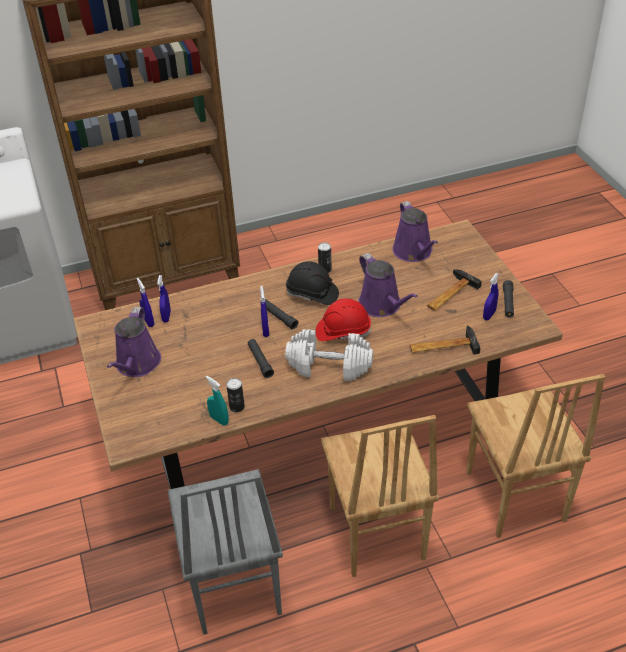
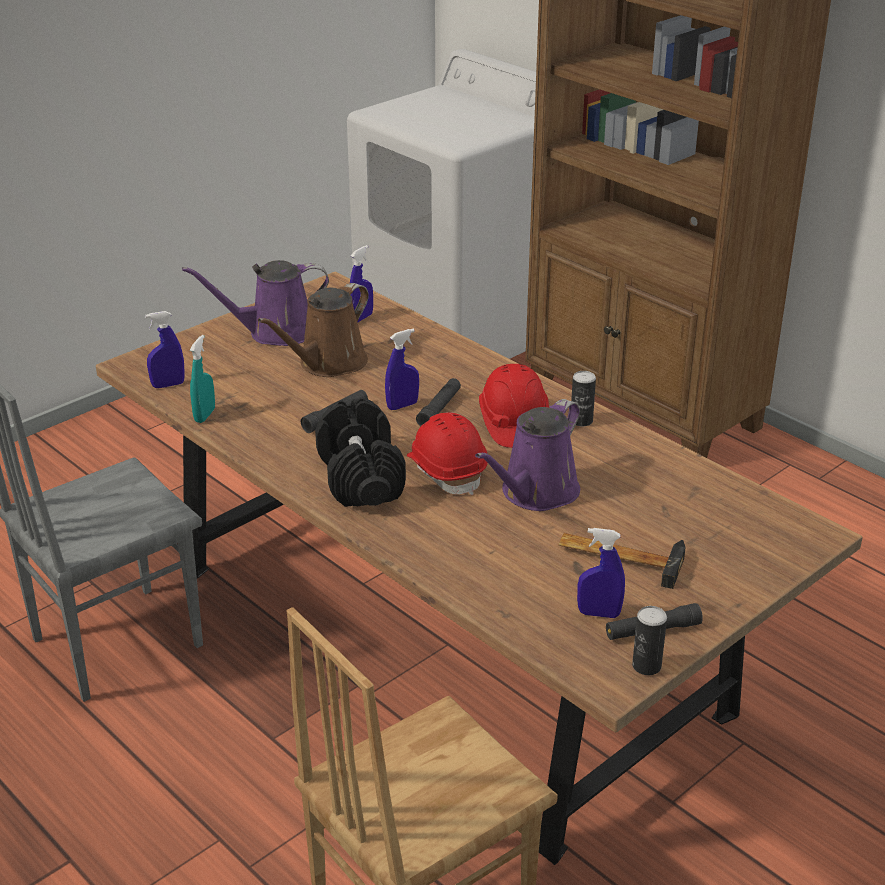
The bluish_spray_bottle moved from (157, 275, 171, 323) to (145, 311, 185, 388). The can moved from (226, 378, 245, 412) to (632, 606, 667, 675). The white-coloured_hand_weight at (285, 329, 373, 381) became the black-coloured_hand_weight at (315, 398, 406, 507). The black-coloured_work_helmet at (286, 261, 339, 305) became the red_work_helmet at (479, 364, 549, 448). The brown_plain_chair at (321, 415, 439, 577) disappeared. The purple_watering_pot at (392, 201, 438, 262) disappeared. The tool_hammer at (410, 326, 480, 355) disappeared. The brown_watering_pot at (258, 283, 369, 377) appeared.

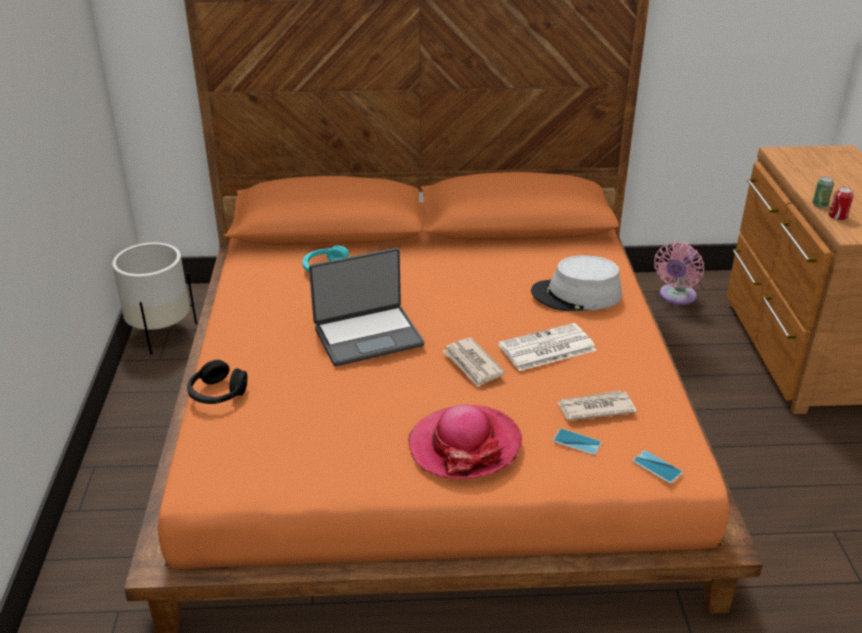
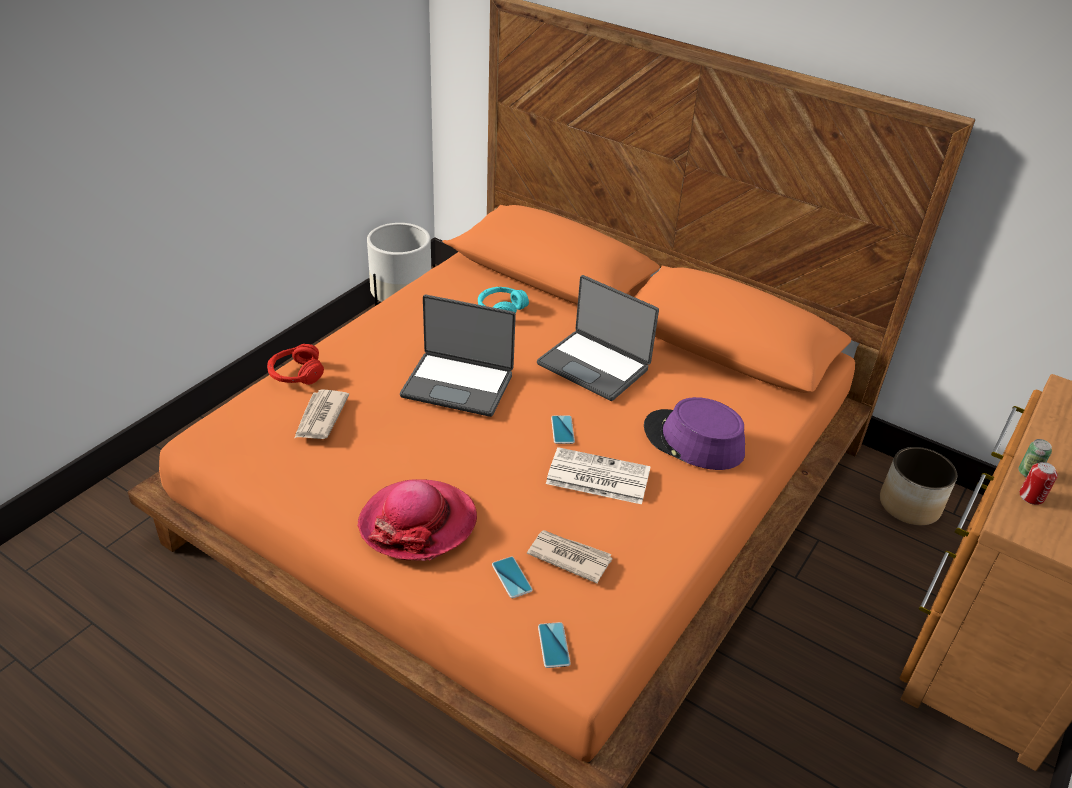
The black-coloured_headset at (187, 360, 247, 404) became the red_headset at (267, 344, 324, 385). The printed_paper moved from (443, 338, 505, 387) to (294, 389, 349, 439). The gray_wearable_hat at (531, 255, 622, 311) became the purple_wearable_hat at (644, 397, 745, 470). The pink-coloured_cooling_fan at (654, 242, 704, 305) was replaced by the flower_pot at (880, 447, 957, 525). The laptop at (537, 275, 659, 401) appeared. The handset at (551, 416, 575, 444) appeared.

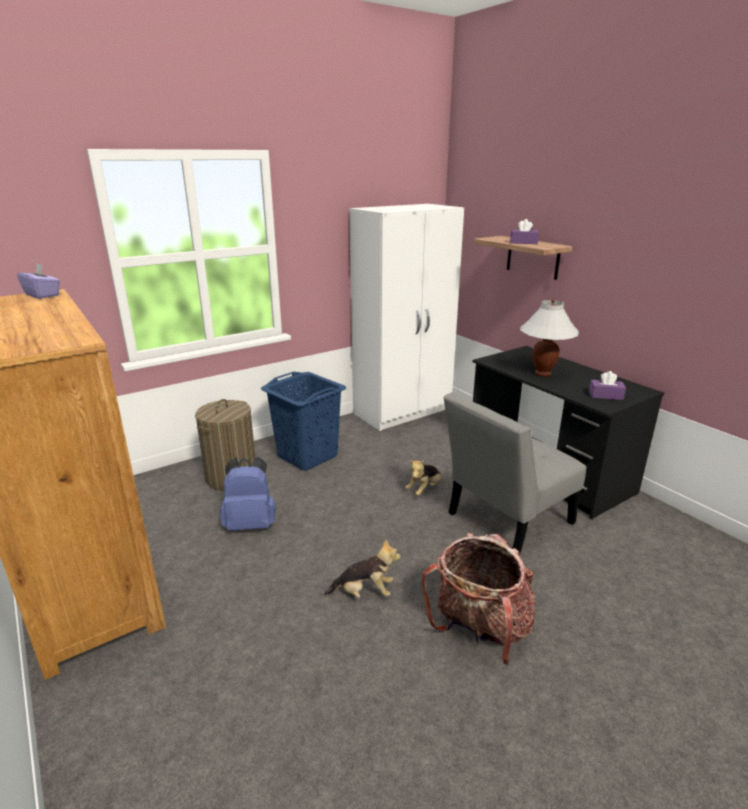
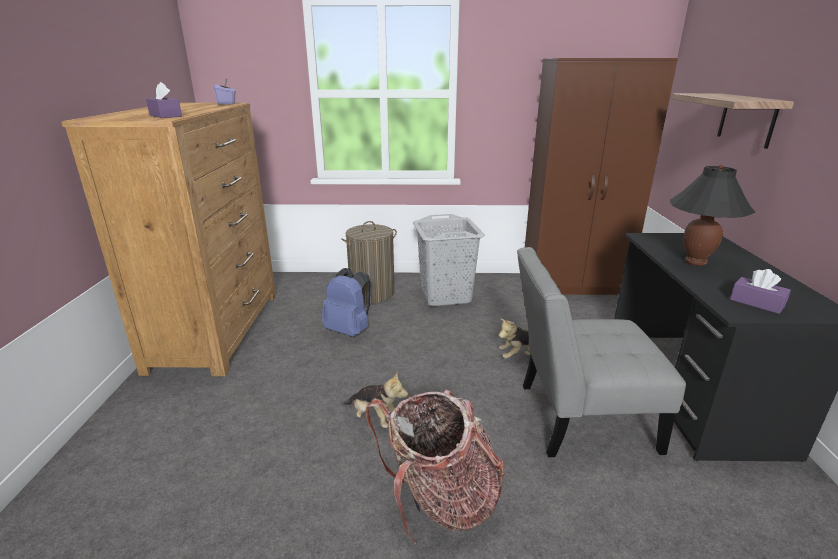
The bluish_washing_basket at (261, 372, 347, 471) became the gray_washing_basket at (413, 214, 485, 306). The white-coloured_clothes_cupboard at (349, 204, 464, 431) became the brown_clothes_cupboard at (525, 58, 678, 295). The purple_tissue_box moved from (510, 219, 539, 244) to (146, 82, 182, 118). The white-coloured_table_lamp at (520, 300, 579, 377) became the black-coloured_table_lamp at (670, 165, 756, 266).

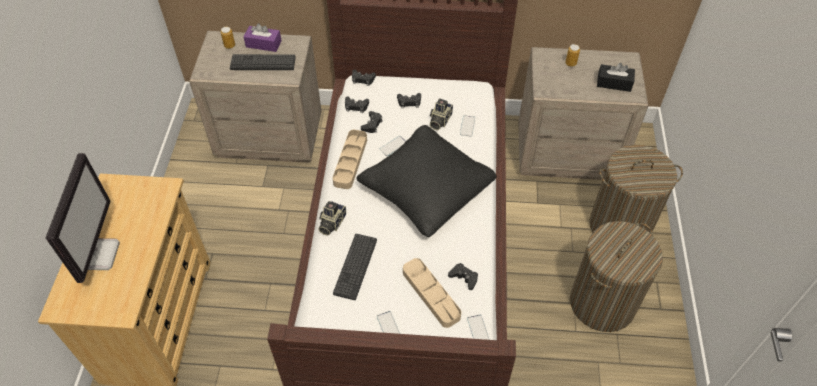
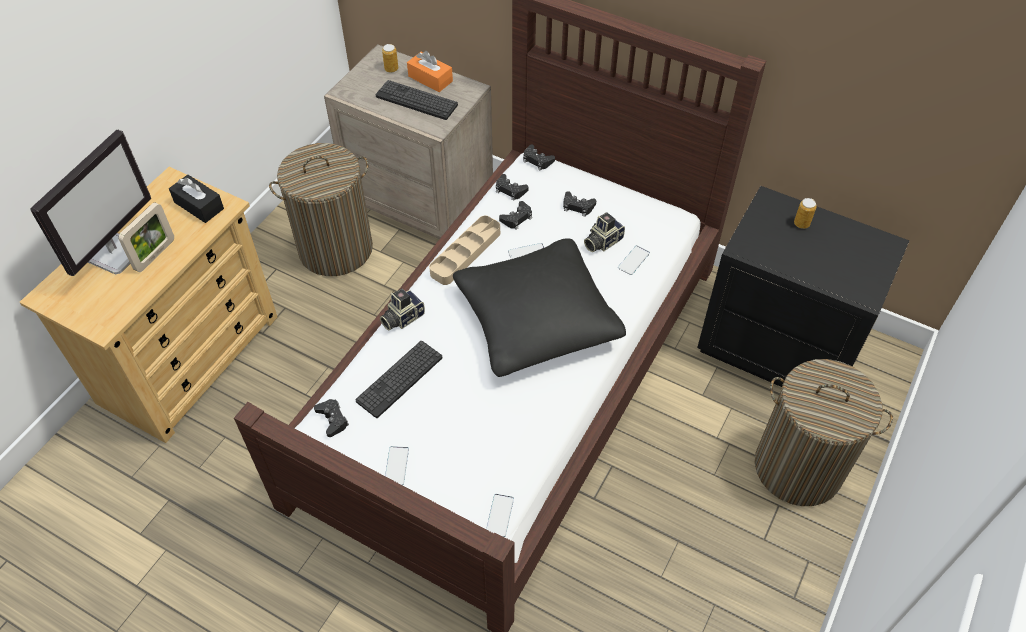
The purple_tissue_box at (244, 23, 281, 52) became the orange_tissue_box at (407, 51, 453, 92). The beige-coloured_carrying_tray at (403, 258, 461, 328) disappeared. The black-coloured_game_controller moved from (448, 263, 478, 290) to (314, 399, 349, 437). The beige-coloured_bedside_table at (518, 47, 648, 180) became the black-coloured_bedside_table at (697, 186, 909, 387). The washing_basket moved from (570, 221, 663, 332) to (269, 143, 373, 276). The black-coloured_tissue_box moved from (597, 63, 635, 92) to (169, 175, 224, 223). The photo_frame at (118, 202, 174, 272) appeared.

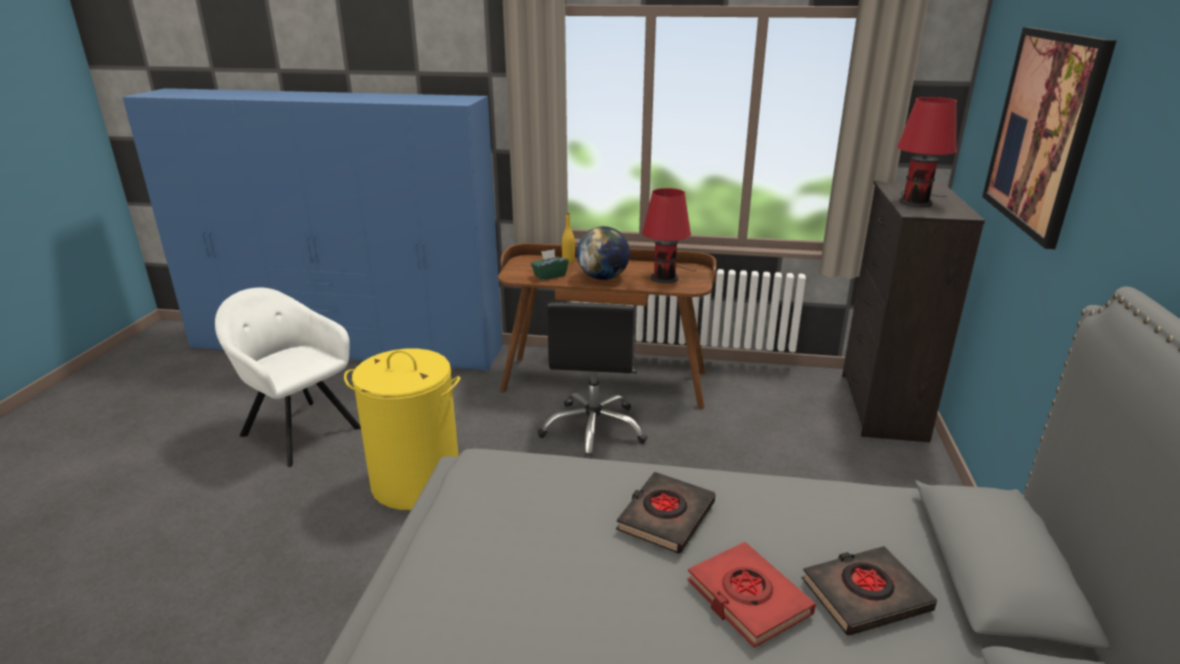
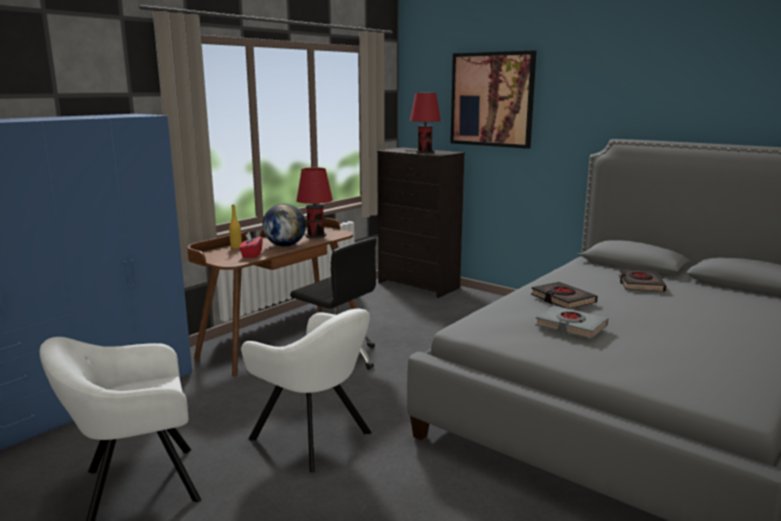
The yellow_washing_basket at (344, 349, 461, 510) was replaced by the white-coloured_lounge_chair at (241, 309, 372, 473). The green-coloured_tissue_box at (531, 249, 569, 280) became the red_tissue_box at (239, 232, 263, 258). The red_bound_book at (687, 542, 816, 648) disappeared. The gray_bound_book at (535, 306, 609, 339) appeared.

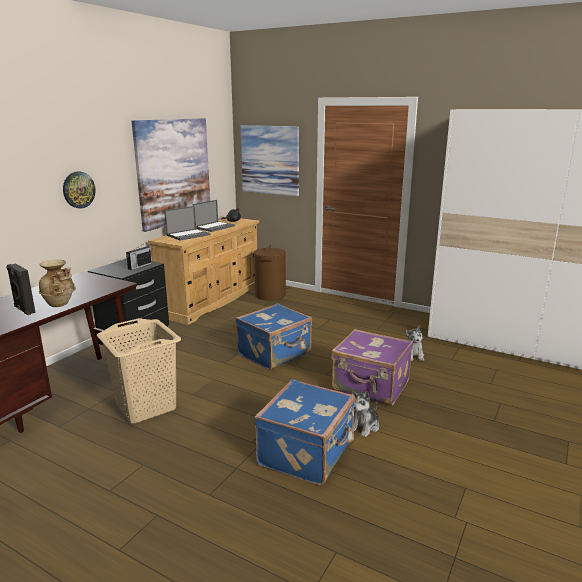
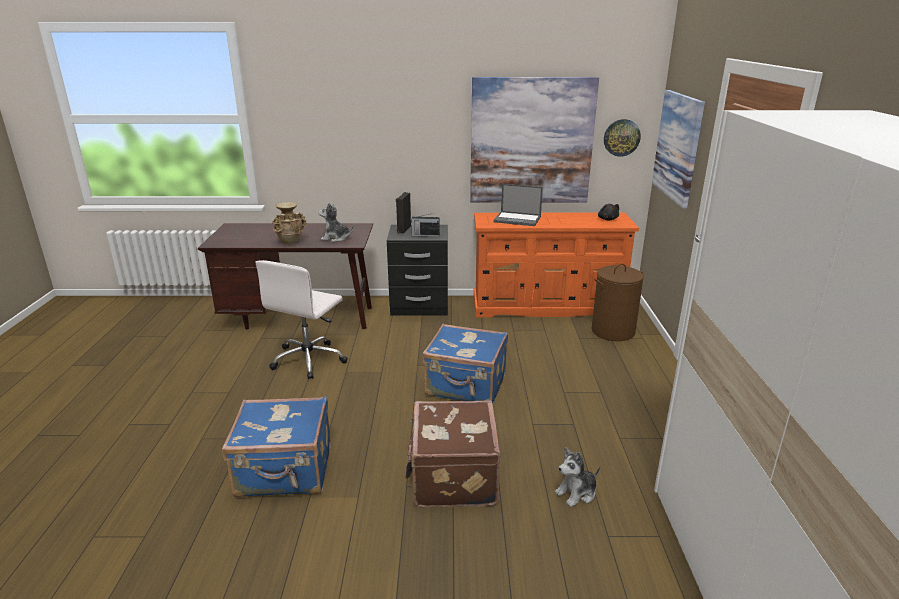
The black-coloured_audio_speaker moved from (7, 264, 36, 315) to (396, 192, 411, 234). The hanging_clock moved from (63, 171, 96, 208) to (604, 119, 641, 157). The beige-coloured_washing_basket at (97, 318, 181, 424) was replaced by the white-coloured_computer_chair at (256, 260, 348, 379). The beige-coloured_dresser at (148, 218, 259, 325) became the orange_dresser at (474, 213, 639, 318). The laptop at (193, 200, 235, 232) disappeared. The purple_suitcase at (331, 329, 413, 406) became the brown_suitcase at (405, 401, 500, 508). The soft_toy moved from (352, 391, 379, 437) to (318, 202, 354, 242).

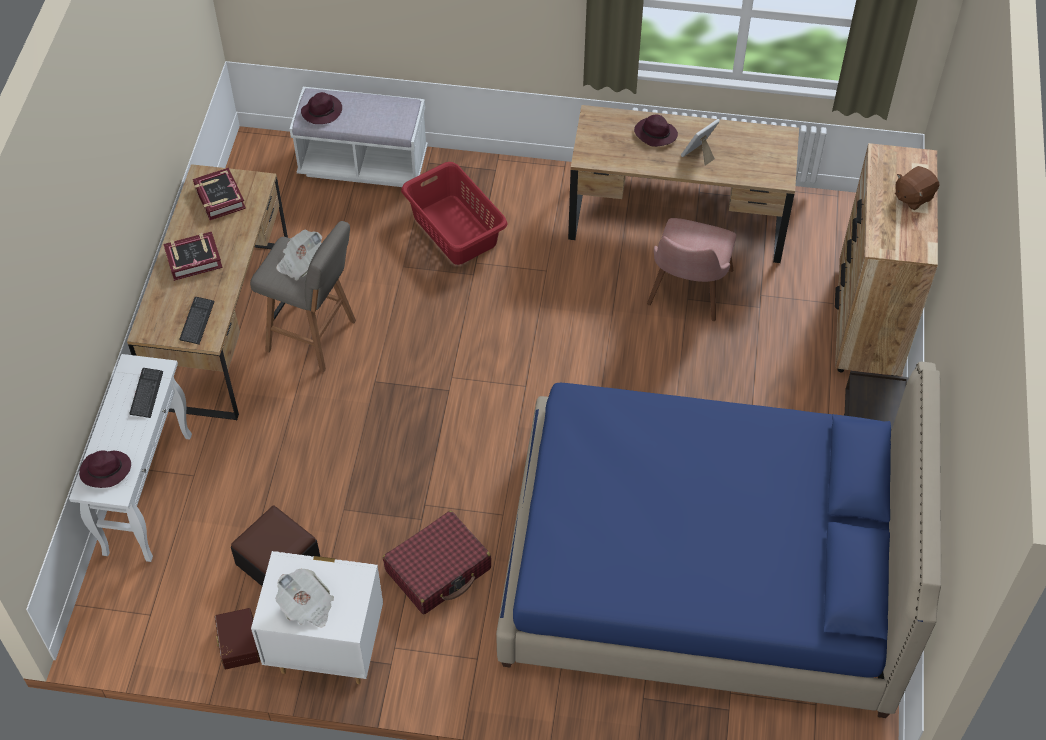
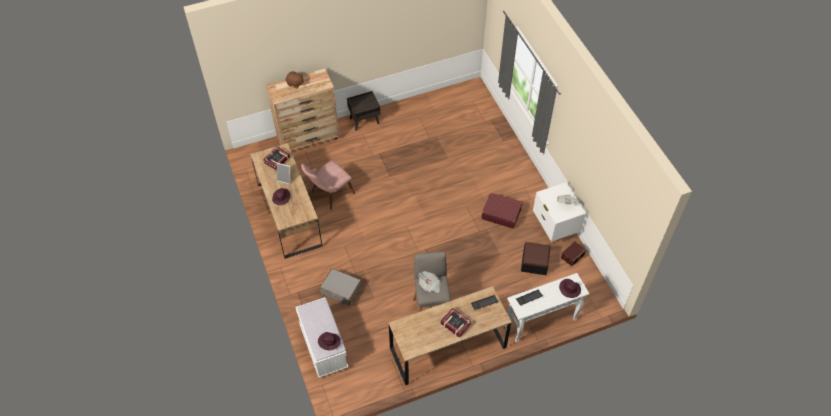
The bound_book moved from (193, 168, 246, 220) to (263, 147, 290, 170). The red_washing_basket at (401, 162, 508, 265) was replaced by the gray_suitcase at (320, 268, 361, 306). The bluish_sleeping_bed at (496, 362, 941, 718) disappeared. The pink-coloured_plain_chair at (647, 218, 736, 321) turned 150 degrees clockwise.

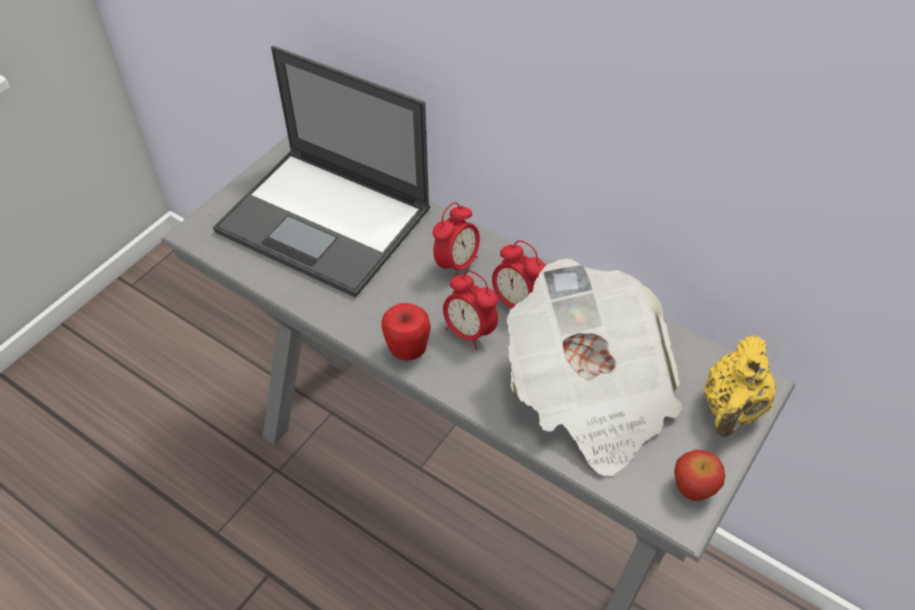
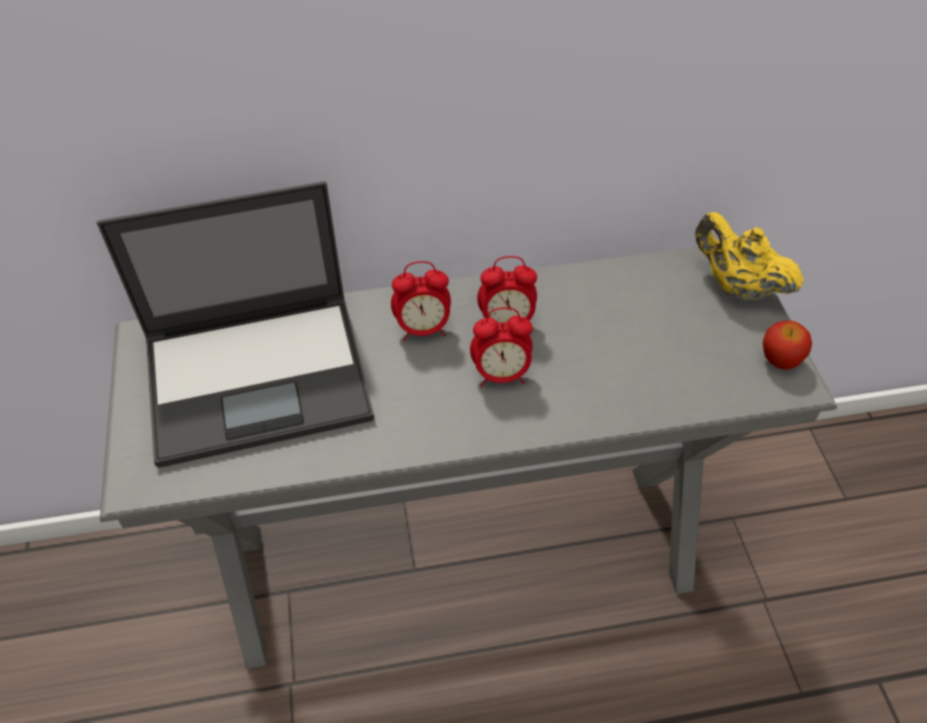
The apple_fruit at (381, 303, 431, 361) disappeared. The bedside_clock at (433, 202, 480, 276) turned 90 degrees clockwise. The printed_paper at (507, 258, 683, 476) disappeared. The yellow_tea_pot at (703, 335, 776, 437) turned 150 degrees clockwise.

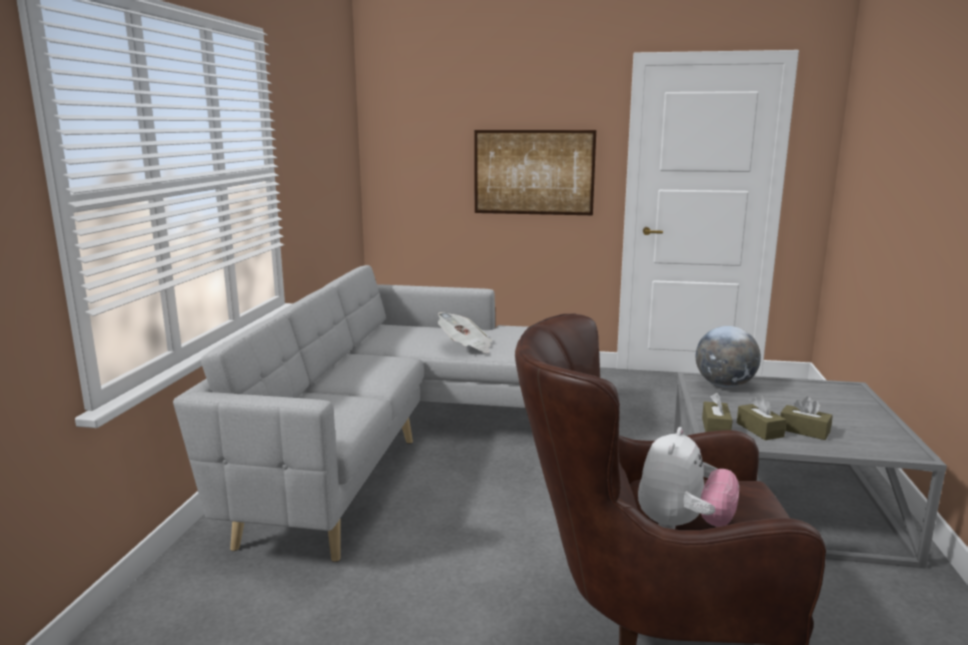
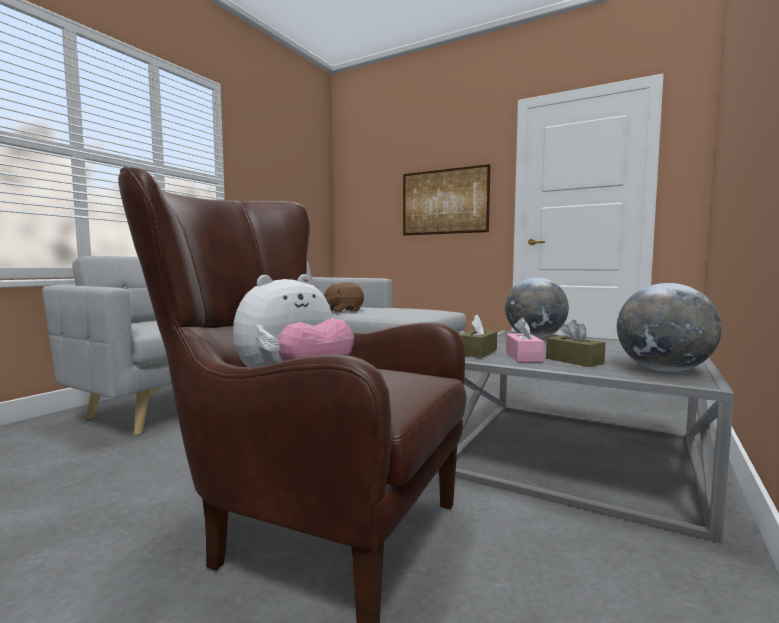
The printed_paper at (438, 312, 492, 353) was replaced by the brown_soft_toy at (324, 282, 364, 312). The brown_tissue_box at (737, 395, 786, 440) became the pink-coloured_tissue_box at (506, 317, 544, 362). The world_globe at (617, 283, 722, 372) appeared.

